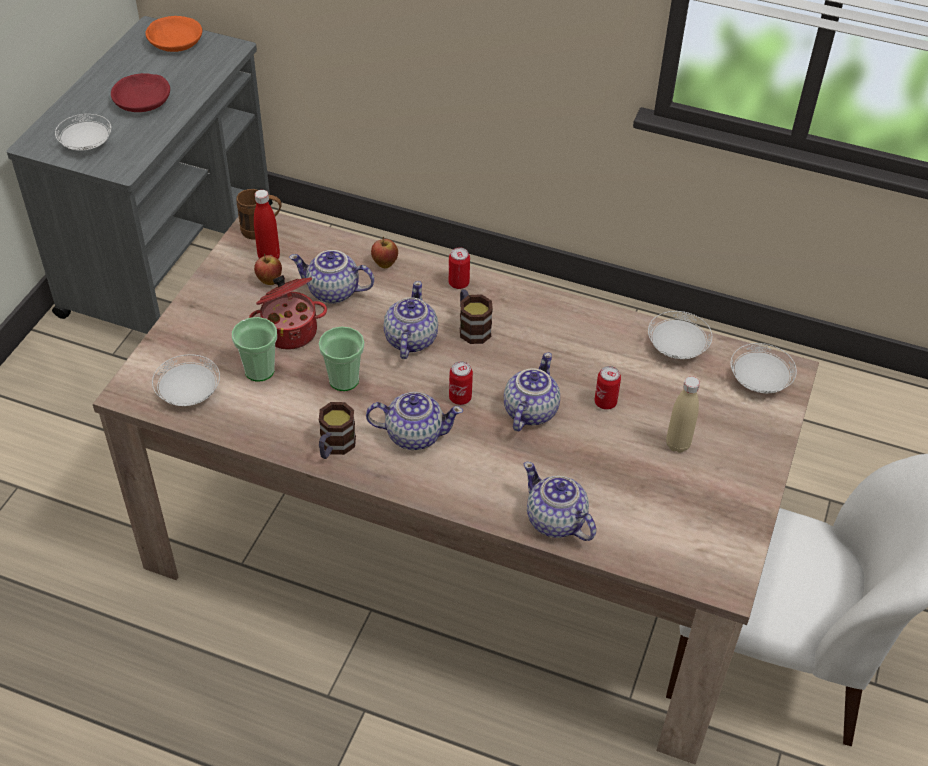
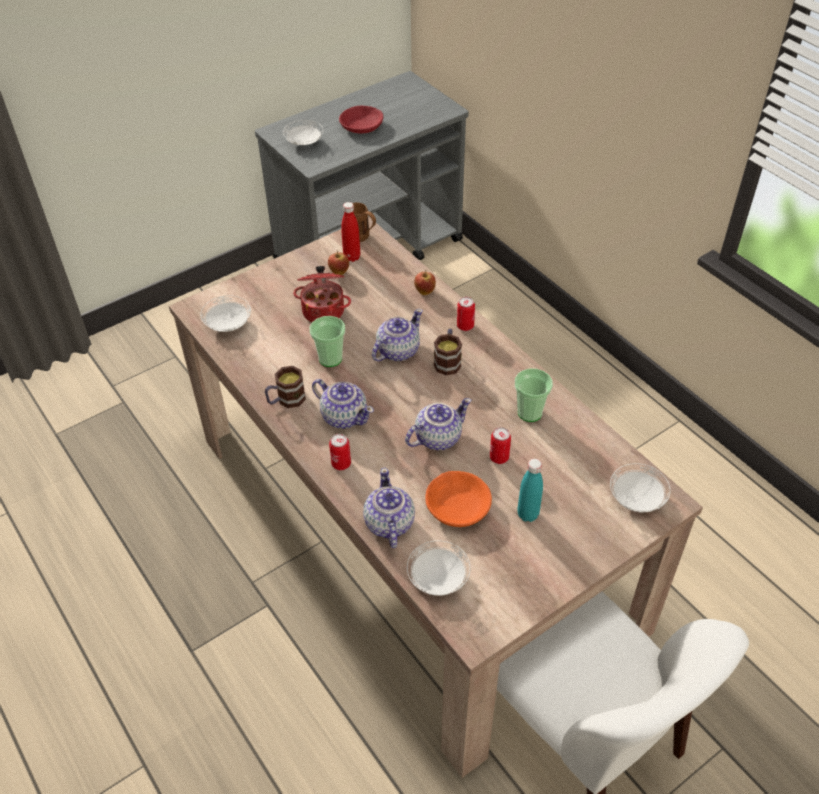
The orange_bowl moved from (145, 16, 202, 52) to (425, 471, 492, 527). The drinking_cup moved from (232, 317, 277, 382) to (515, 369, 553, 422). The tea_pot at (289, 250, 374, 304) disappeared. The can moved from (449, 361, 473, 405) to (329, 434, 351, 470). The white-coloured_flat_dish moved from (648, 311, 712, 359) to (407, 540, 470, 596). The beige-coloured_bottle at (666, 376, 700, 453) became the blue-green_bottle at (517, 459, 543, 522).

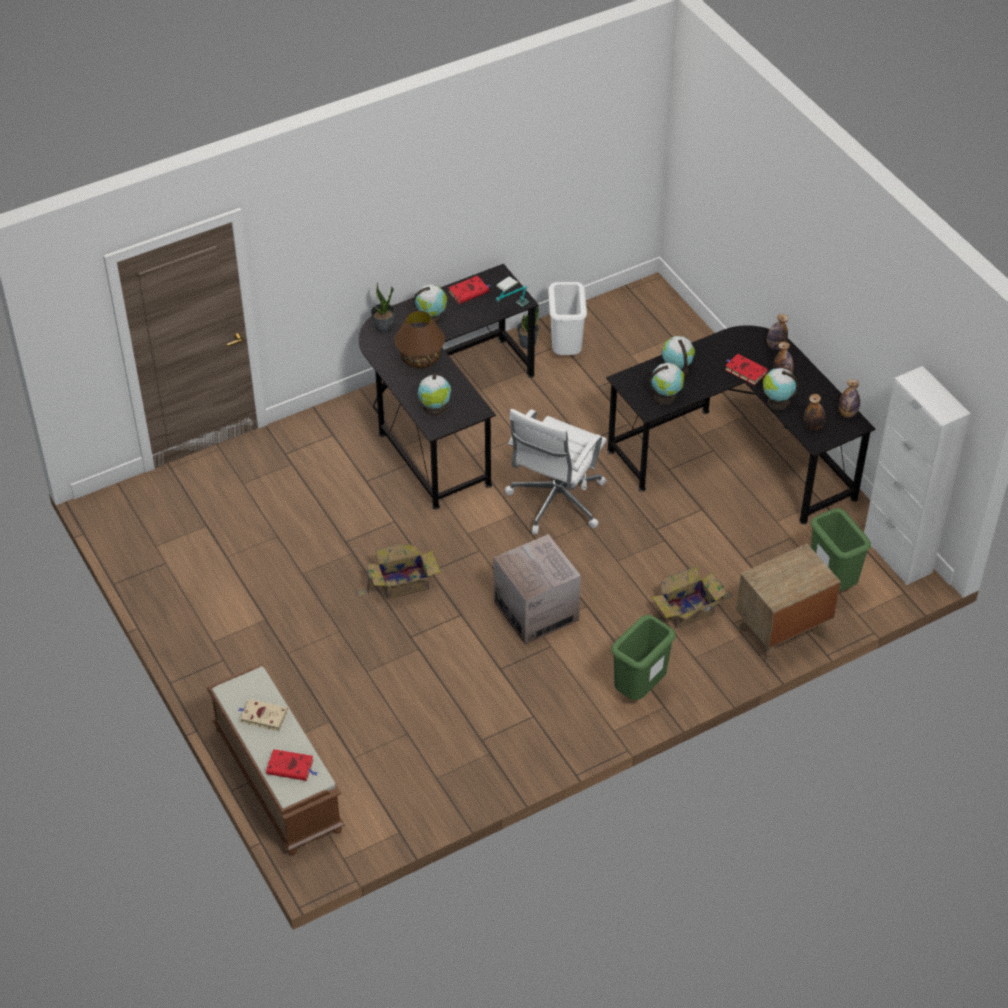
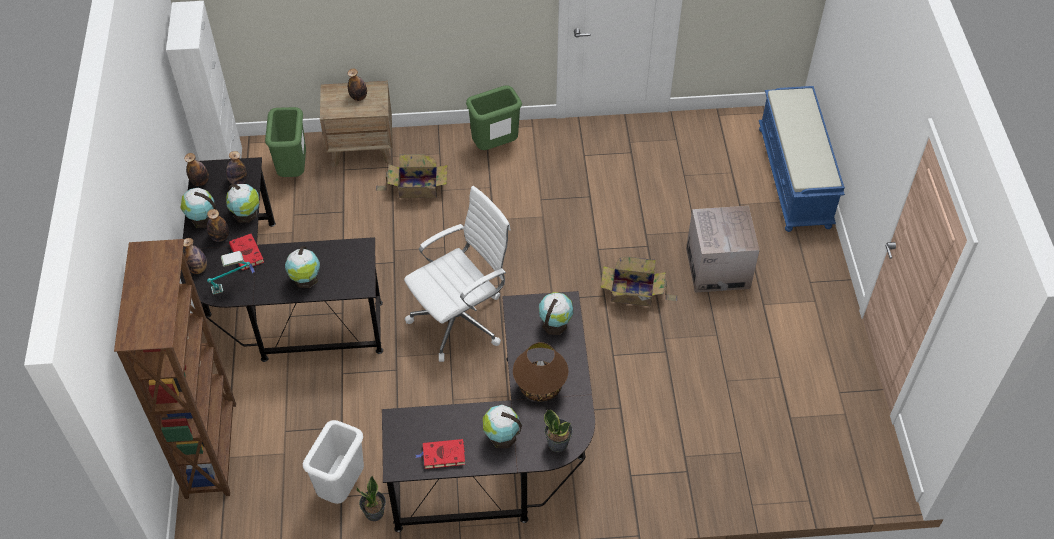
The brown_bench at (207, 664, 345, 855) became the bluish_bench at (759, 86, 845, 232). The beige-coloured_bound_book at (238, 699, 288, 731) disappeared. The red_bound_book at (266, 749, 317, 781) disappeared. The carton moved from (494, 534, 581, 645) to (686, 206, 760, 292). The table_lamp moved from (496, 276, 529, 307) to (207, 251, 251, 294). The world_globe moved from (649, 363, 684, 404) to (180, 188, 216, 228). The brown_bookshelf at (114, 239, 236, 499) appeared. The bottle at (348, 69, 367, 101) appeared.

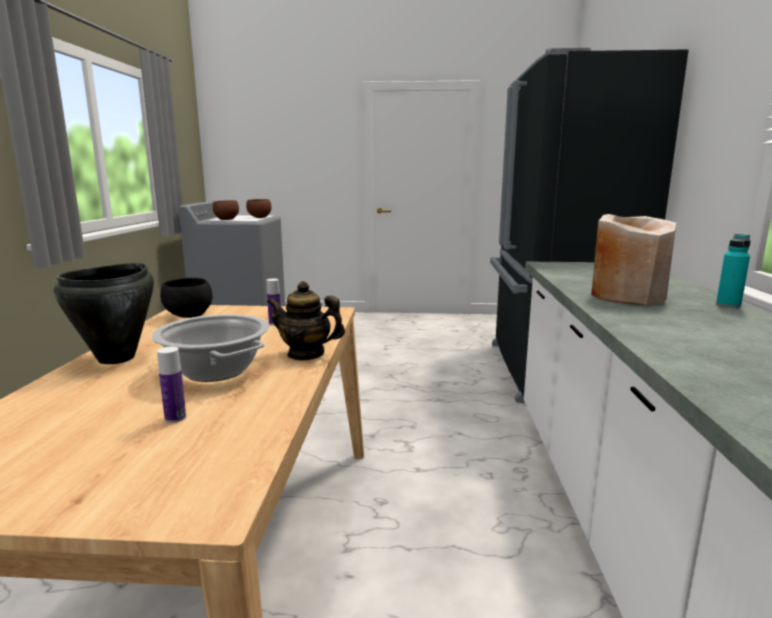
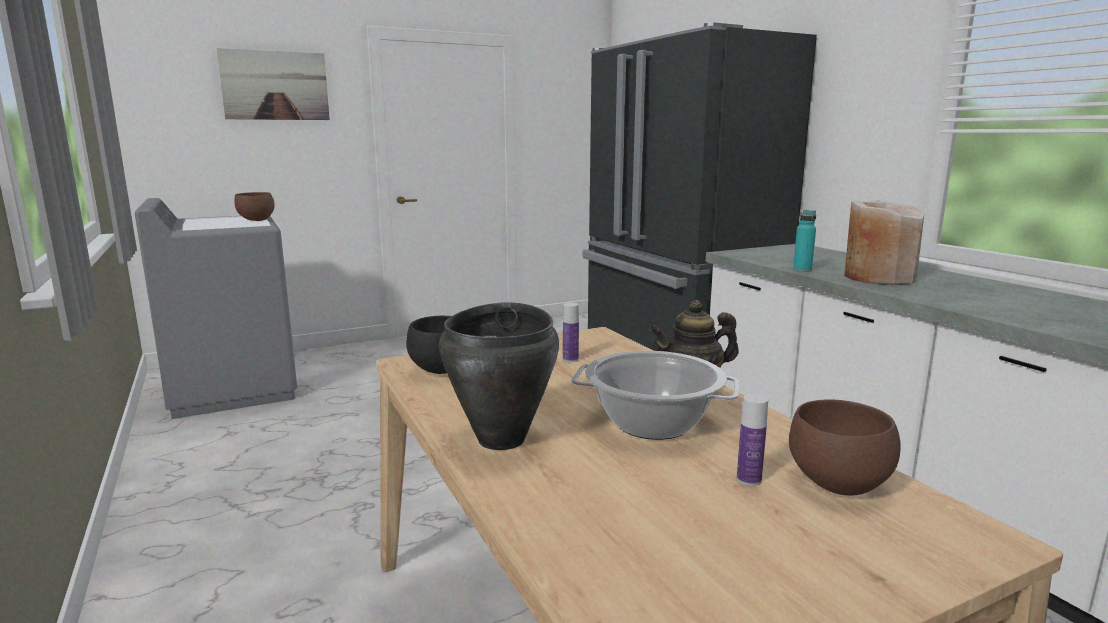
The brown_bowl moved from (213, 200, 239, 220) to (789, 399, 901, 496). The blue-green_bottle moved from (716, 234, 751, 308) to (793, 210, 816, 272). The wall_picture at (217, 48, 330, 120) appeared.

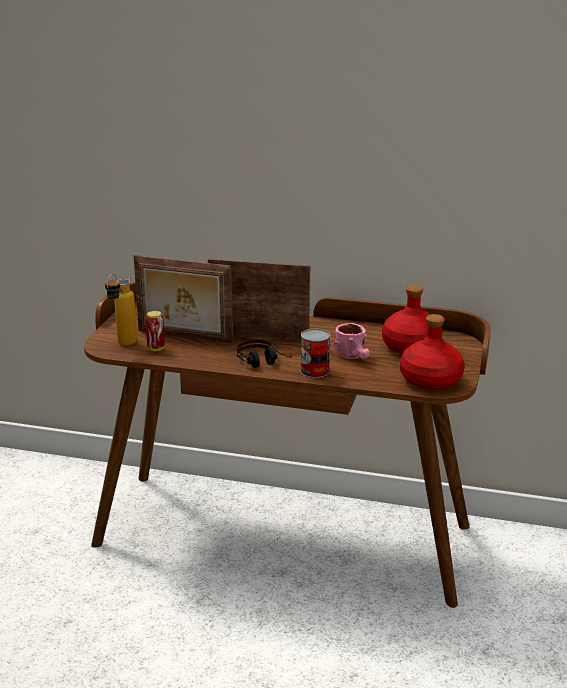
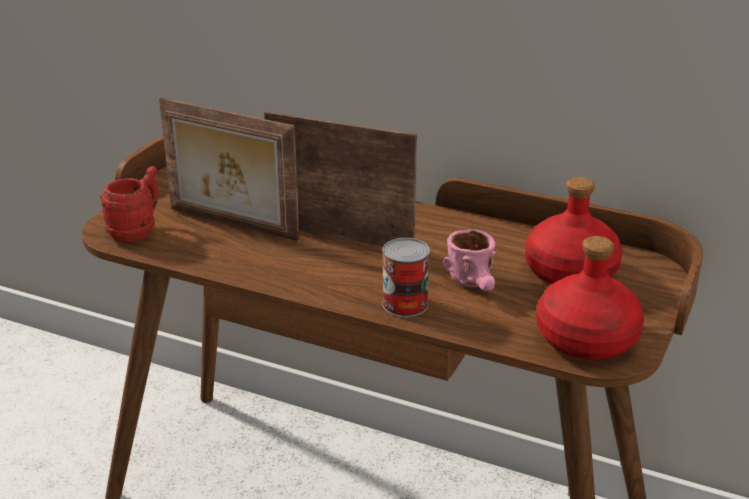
The bottle at (105, 273, 137, 345) was replaced by the red_tea_mug at (100, 166, 158, 242). The can at (145, 311, 165, 351) disappeared. The headset at (237, 339, 292, 368) disappeared.

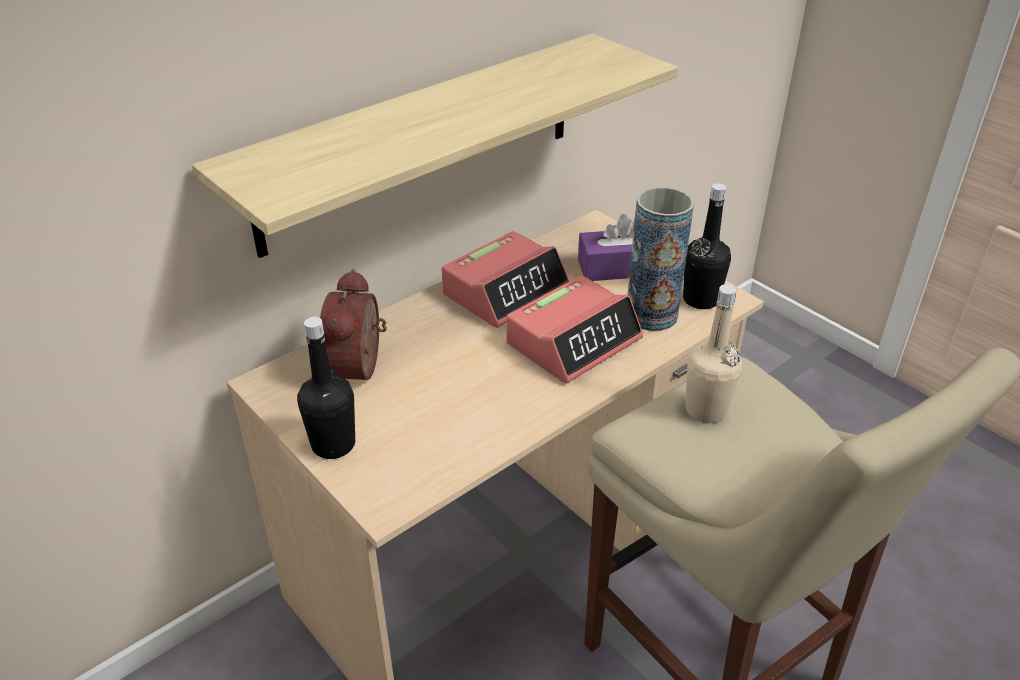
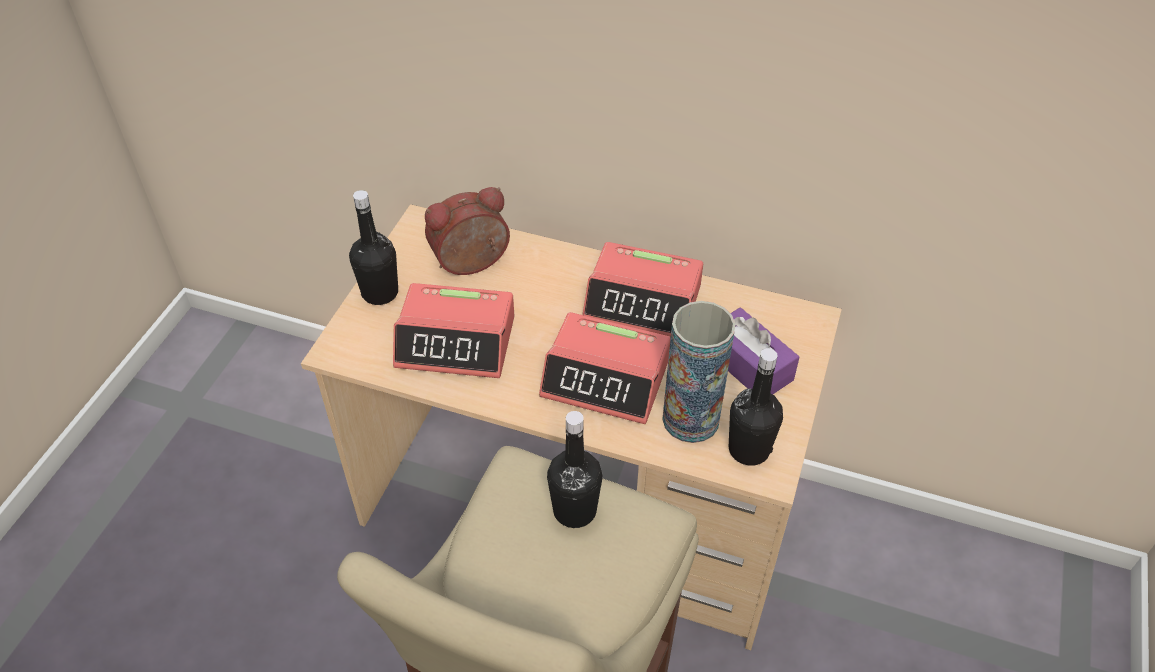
The shelf at (192, 34, 678, 258) disappeared. The beige-coloured_bottle at (685, 284, 742, 423) became the black-coloured_bottle at (547, 411, 603, 528). The bedside_clock at (393, 283, 514, 378) appeared.

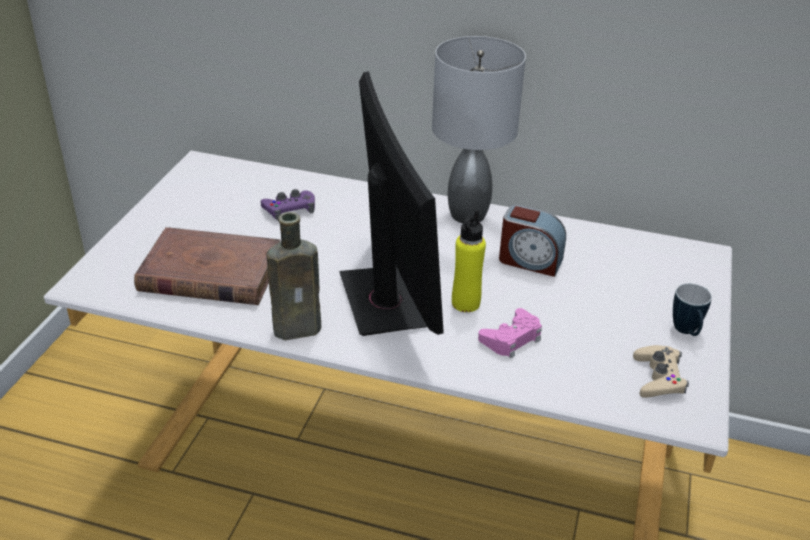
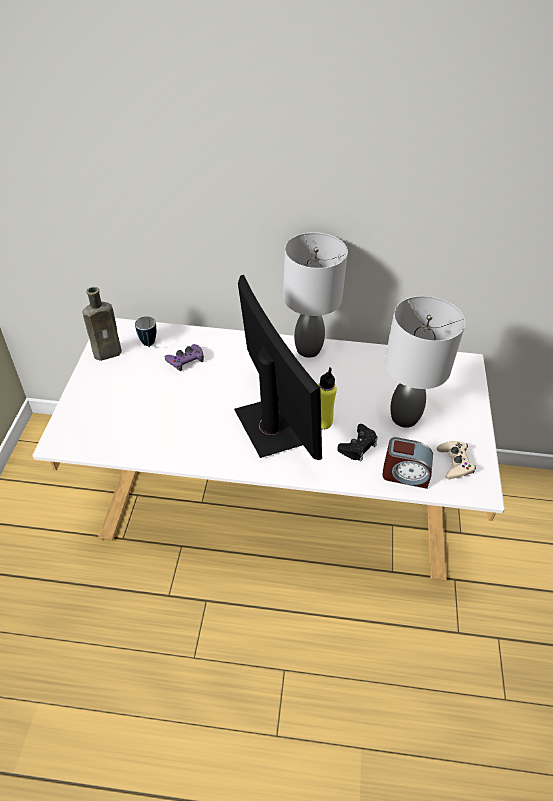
The brown_bound_book at (134, 227, 280, 305) disappeared. The brown_bottle moved from (267, 212, 321, 340) to (83, 287, 122, 361). The pink-coloured_game_controller at (478, 308, 542, 358) became the black-coloured_game_controller at (337, 424, 378, 462). The bedside_clock moved from (499, 205, 566, 277) to (382, 437, 433, 489). The tea_mug moved from (673, 283, 712, 336) to (135, 316, 156, 347). The gray_table_lamp at (385, 296, 465, 428) appeared.

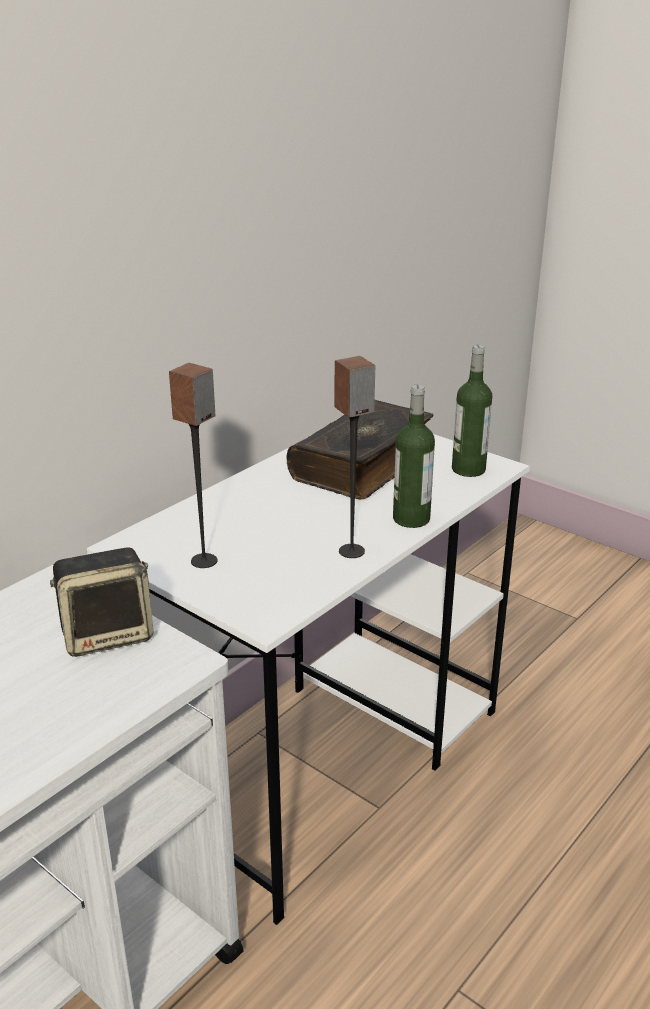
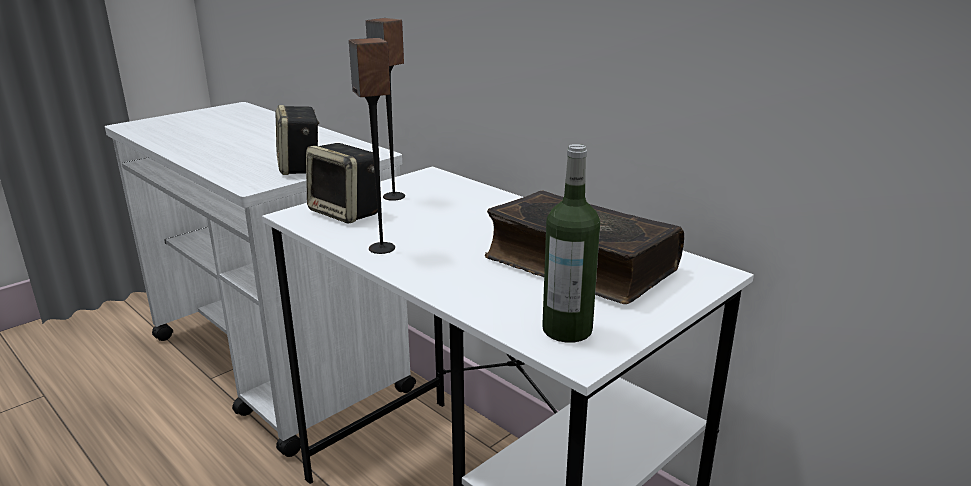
The bottle at (393, 385, 435, 528) disappeared. The audio_speaker at (306, 143, 380, 224) appeared.

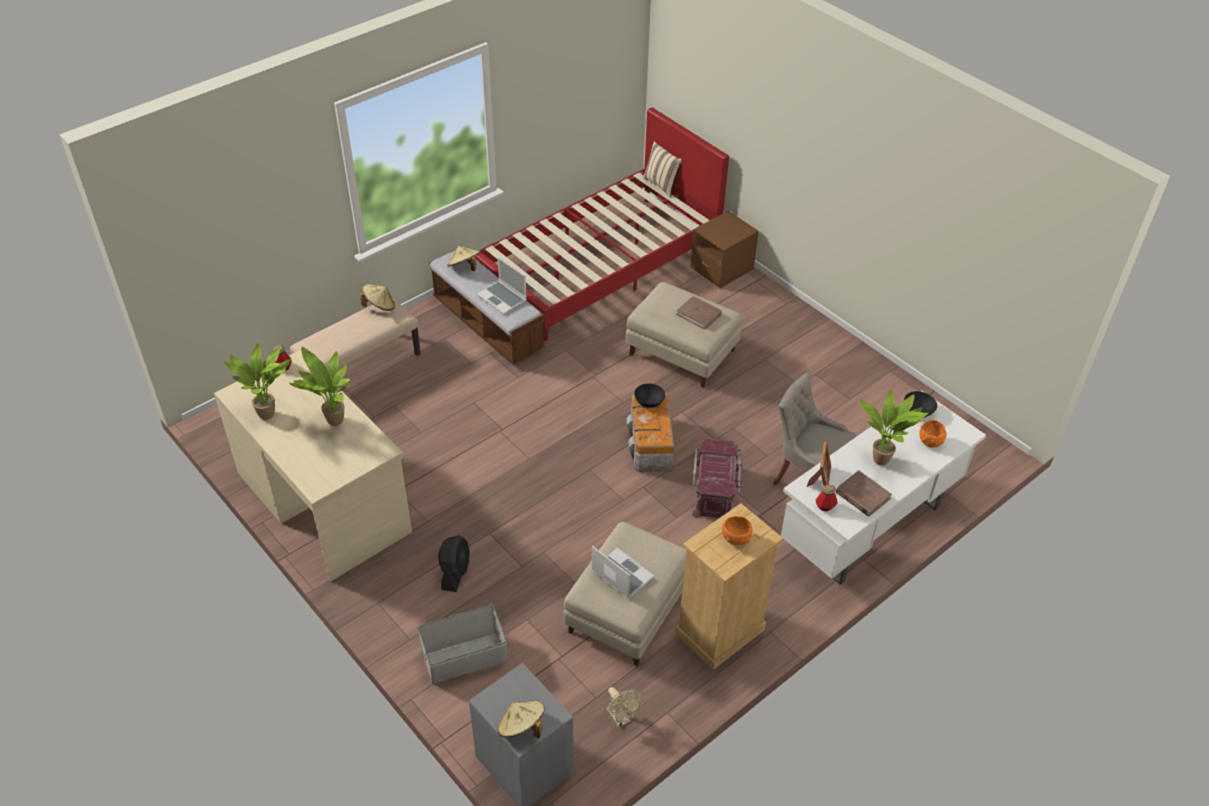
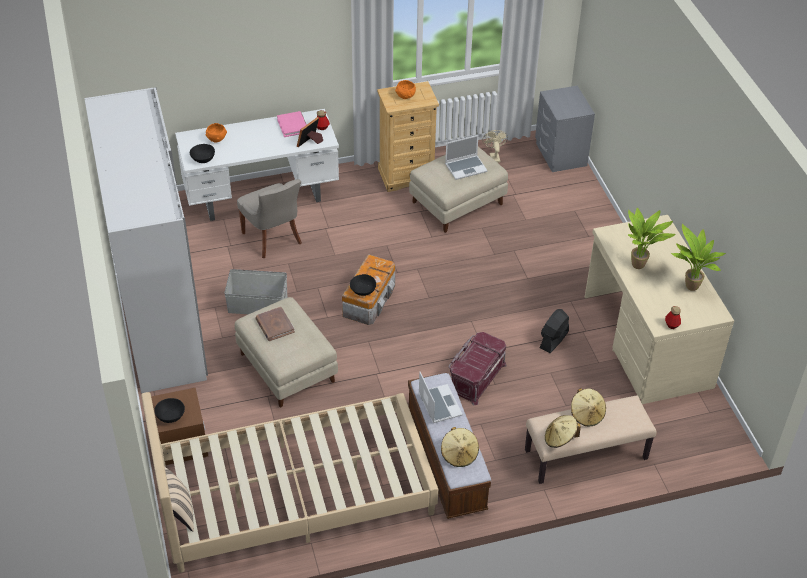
The gray_storage_container moved from (418, 604, 507, 684) to (224, 269, 288, 314). The black-coloured_cooling_fan moved from (438, 535, 470, 592) to (539, 309, 569, 353). The red_sleeping_bed at (475, 108, 729, 341) became the beige-coloured_sleeping_bed at (141, 392, 438, 573). The beige-coloured_wearable_hat moved from (498, 701, 545, 739) to (571, 388, 606, 426). The laptop at (591, 546, 654, 599) turned 90 degrees counterclockwise. The red_storage_container moved from (692, 438, 743, 518) to (449, 332, 507, 405). The brown_bound_book at (836, 470, 892, 517) became the pink-coloured_bound_book at (277, 111, 307, 137). The plant_in_a_pot at (860, 390, 928, 466) disappeared. The white-coloured_clothes_cupboard at (84, 87, 208, 393) appeared. The black-coloured_bowl at (154, 398, 185, 423) appeared.

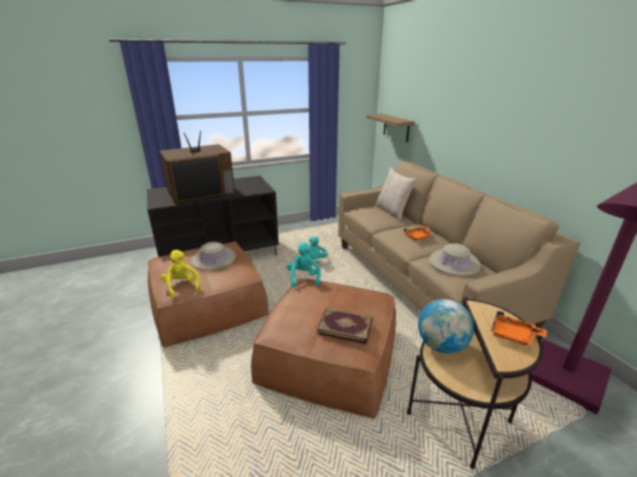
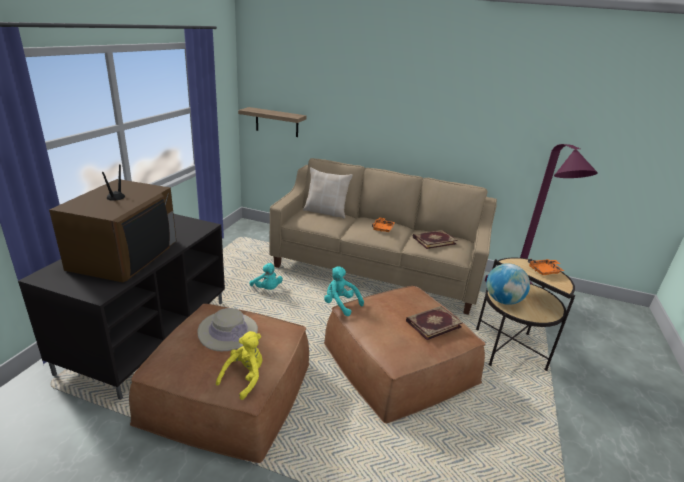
The yellow_soft_toy at (161, 250, 200, 298) turned 105 degrees clockwise. The beige-coloured_wearable_hat at (429, 243, 481, 276) was replaced by the bound_book at (413, 230, 457, 249).

